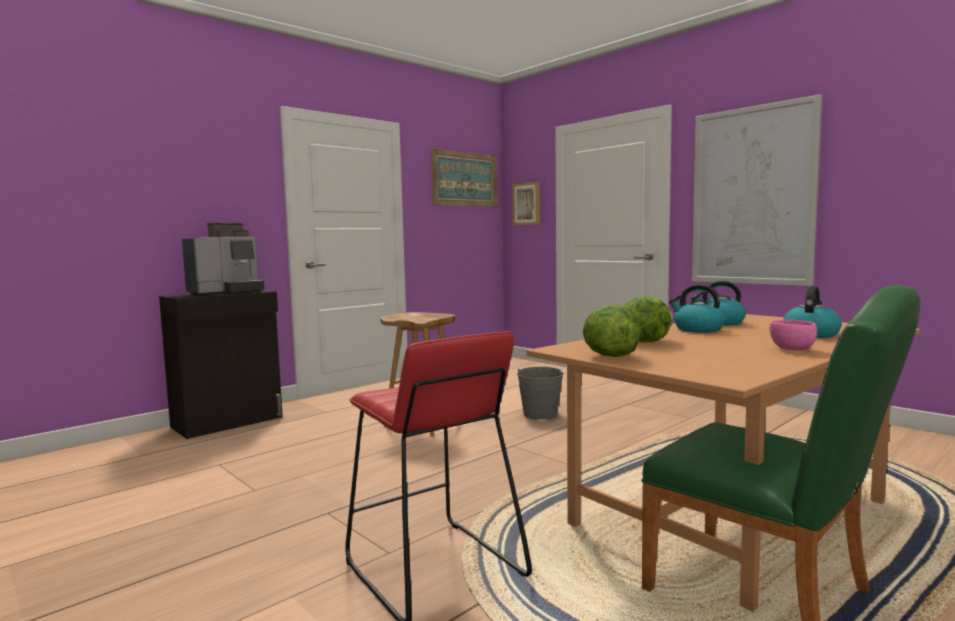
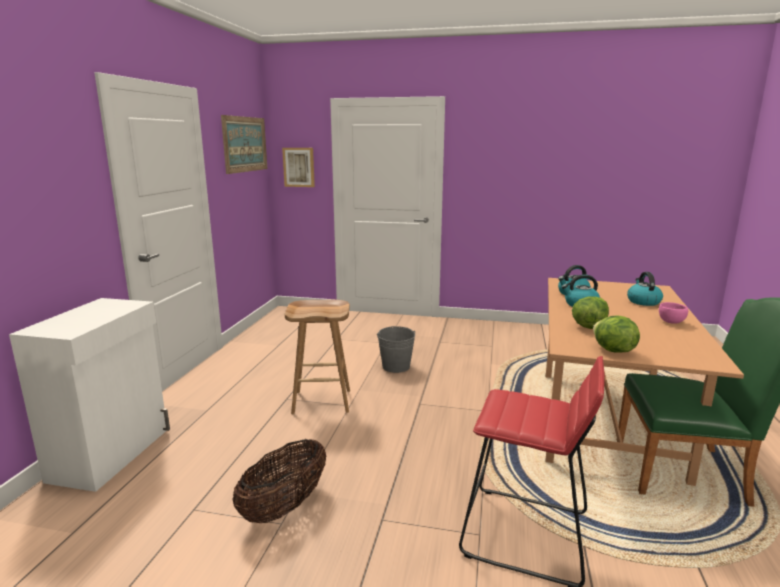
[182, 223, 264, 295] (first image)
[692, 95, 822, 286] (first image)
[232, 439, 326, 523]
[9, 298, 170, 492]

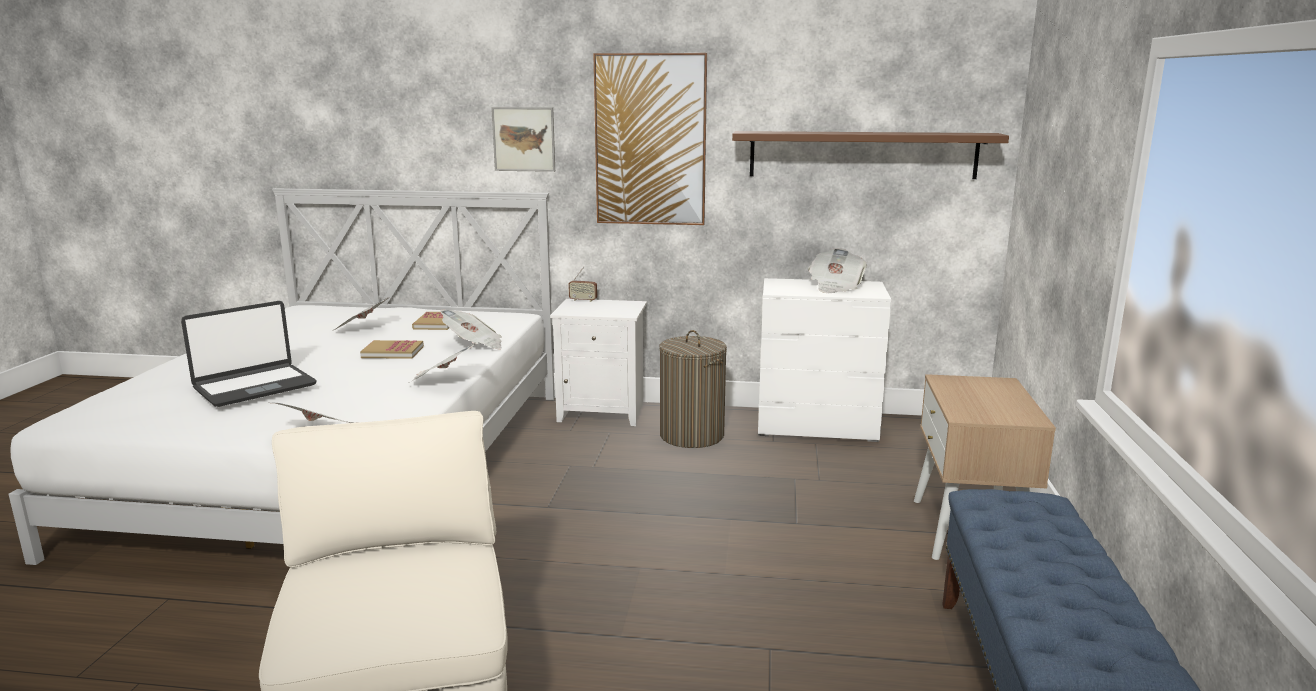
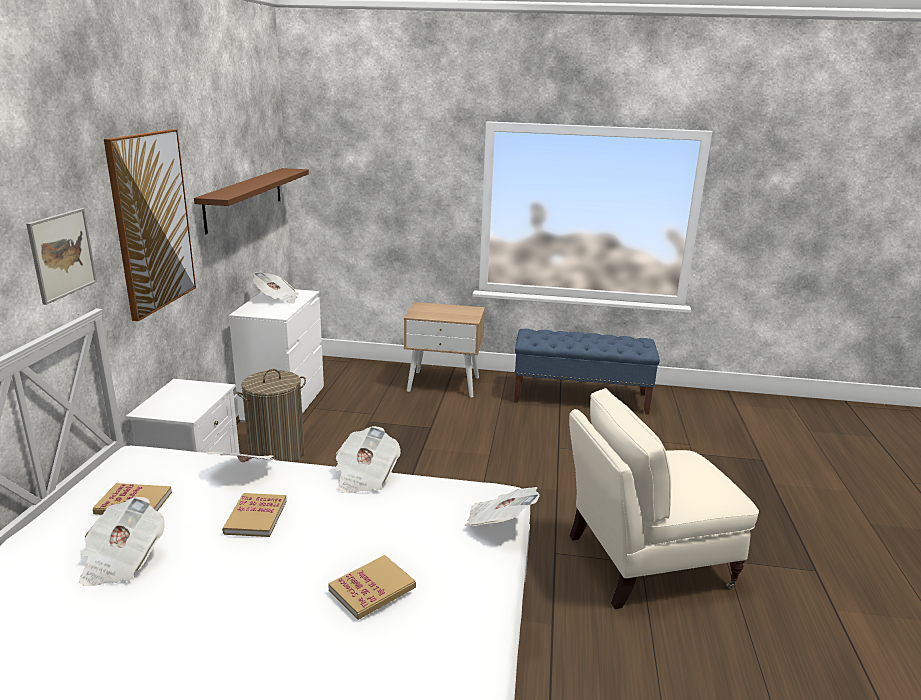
[568, 267, 597, 302] (first image)
[328, 555, 416, 620]

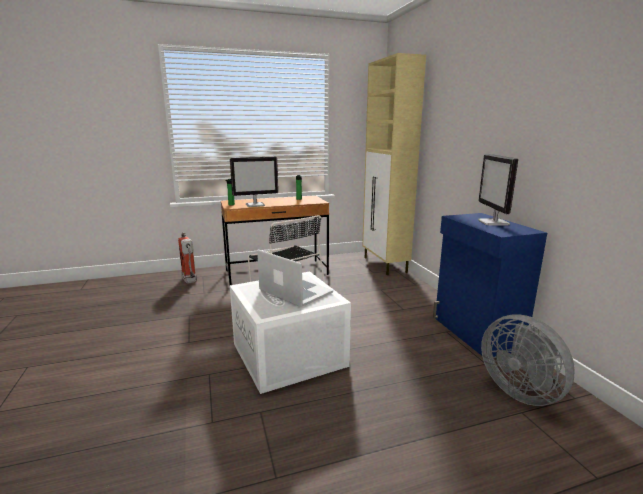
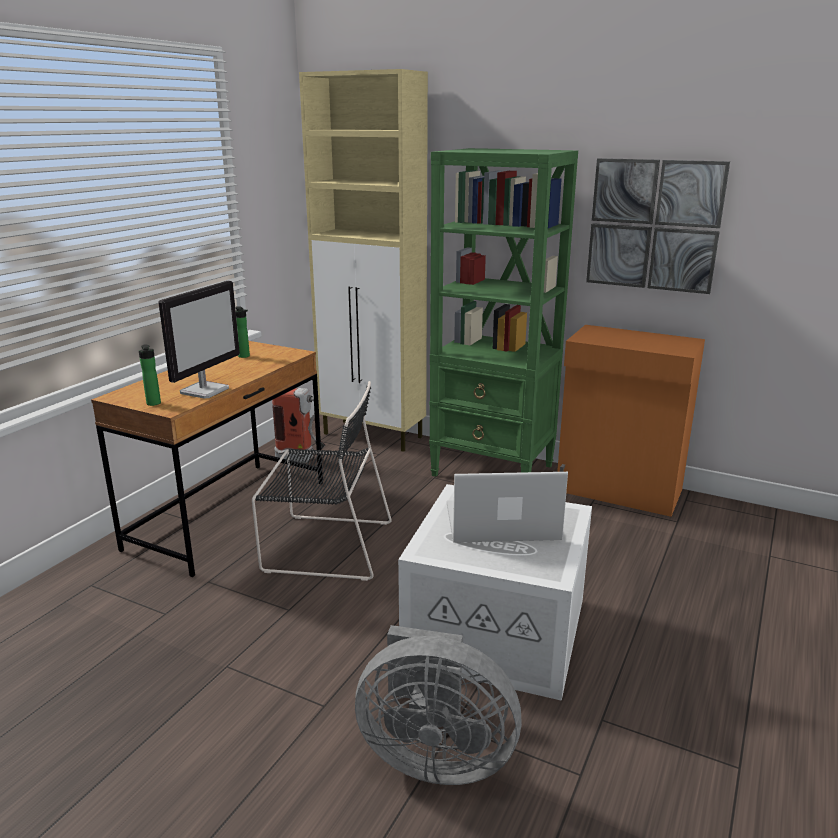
[478, 154, 518, 225] (first image)
[429, 148, 578, 477]
[586, 158, 730, 294]
[272, 388, 325, 463]
[355, 625, 522, 785]
[557, 325, 705, 517]

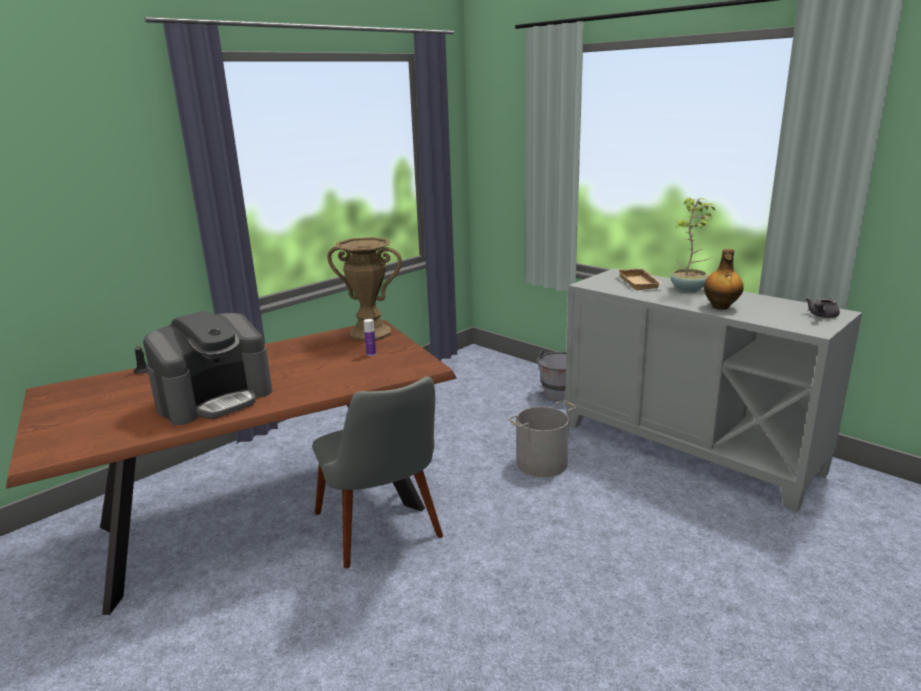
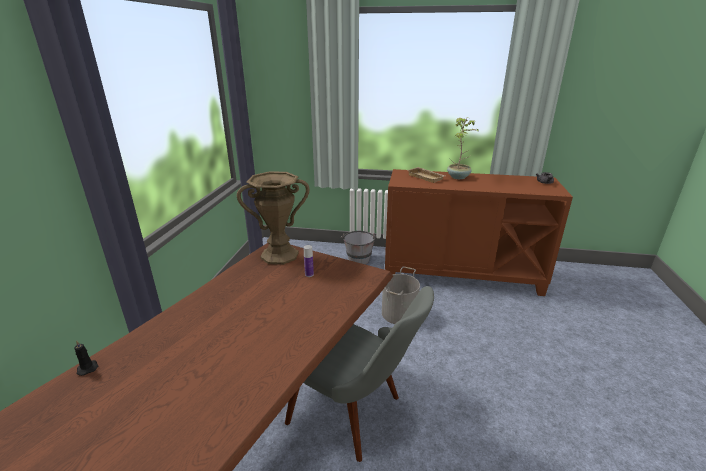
[143, 311, 273, 425] (first image)
[704, 249, 744, 310] (first image)
[385, 169, 573, 296]

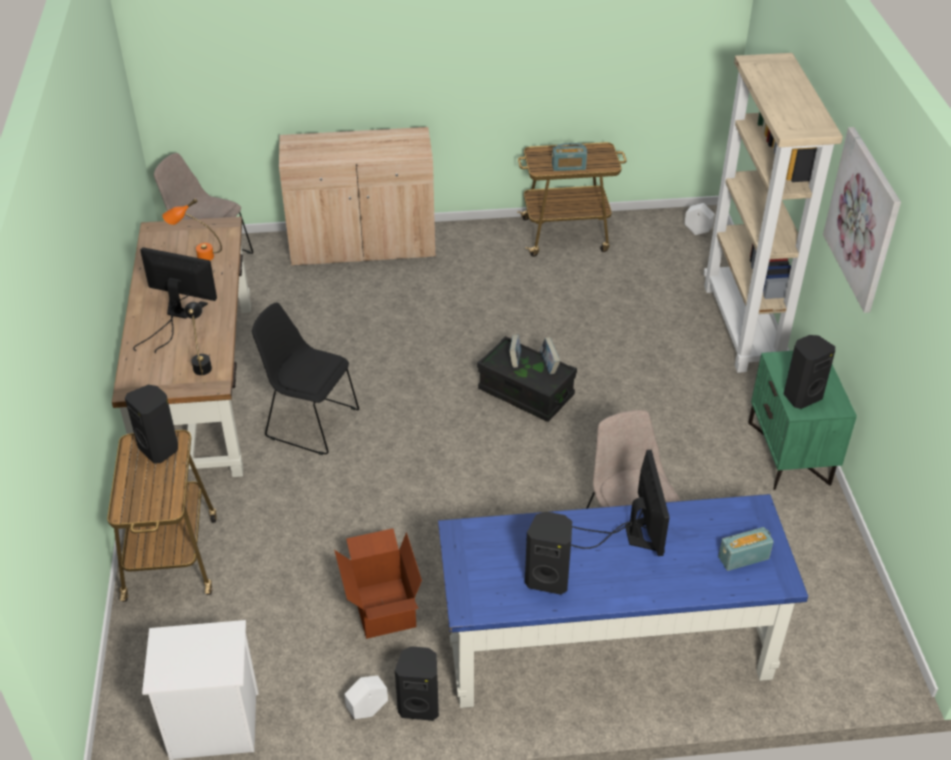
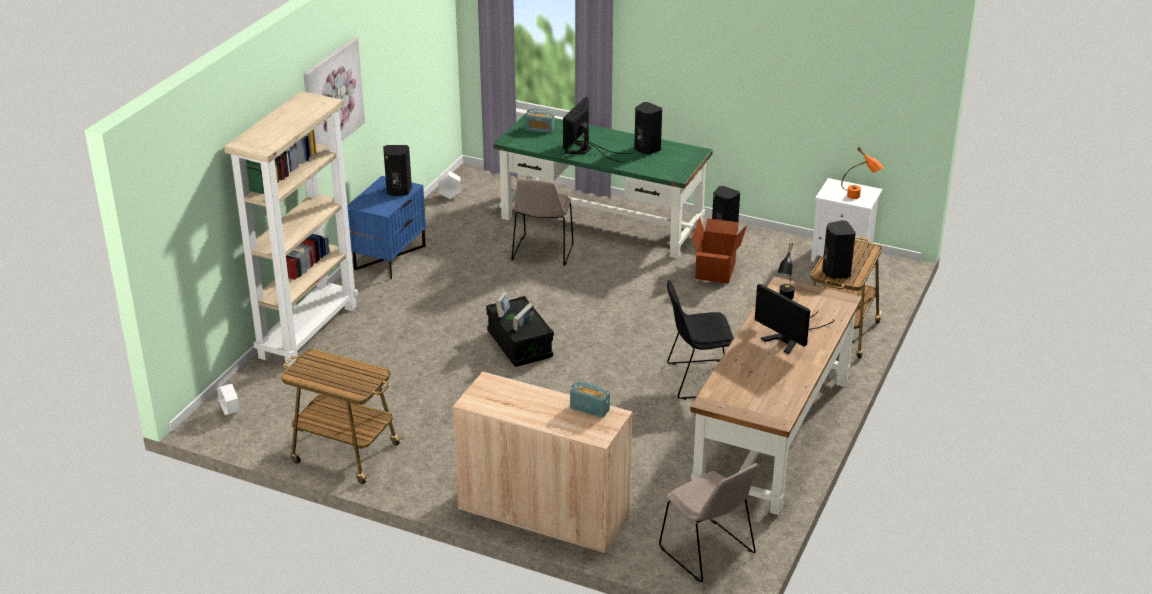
[841, 147, 884, 199]
[438, 171, 461, 199]
[570, 382, 610, 418]
[493, 114, 713, 259]
[347, 176, 426, 279]
[667, 280, 734, 400]

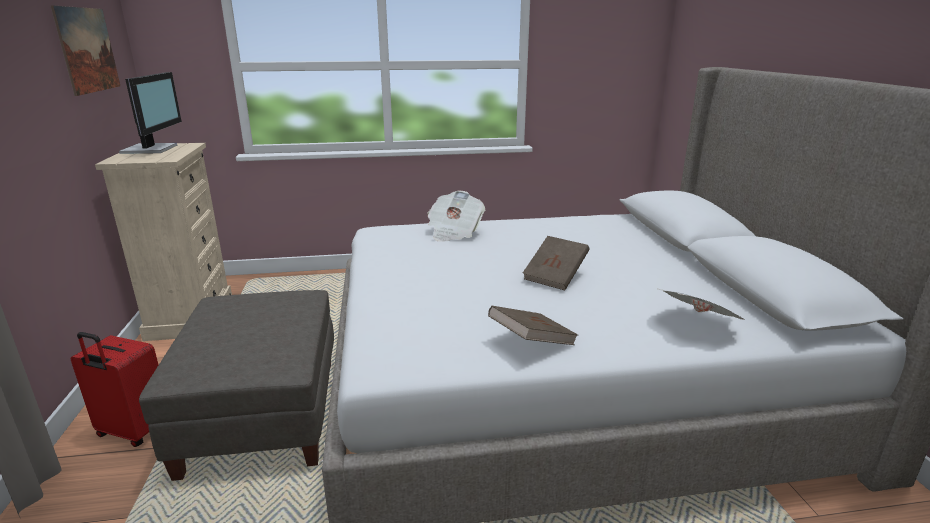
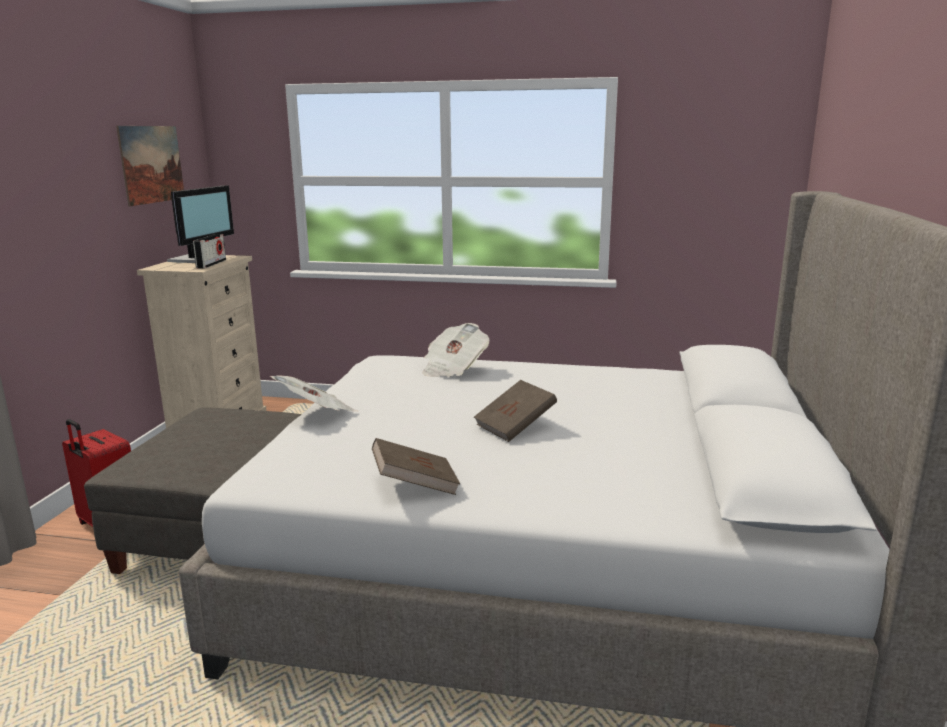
[193, 234, 226, 269]
[270, 376, 358, 412]

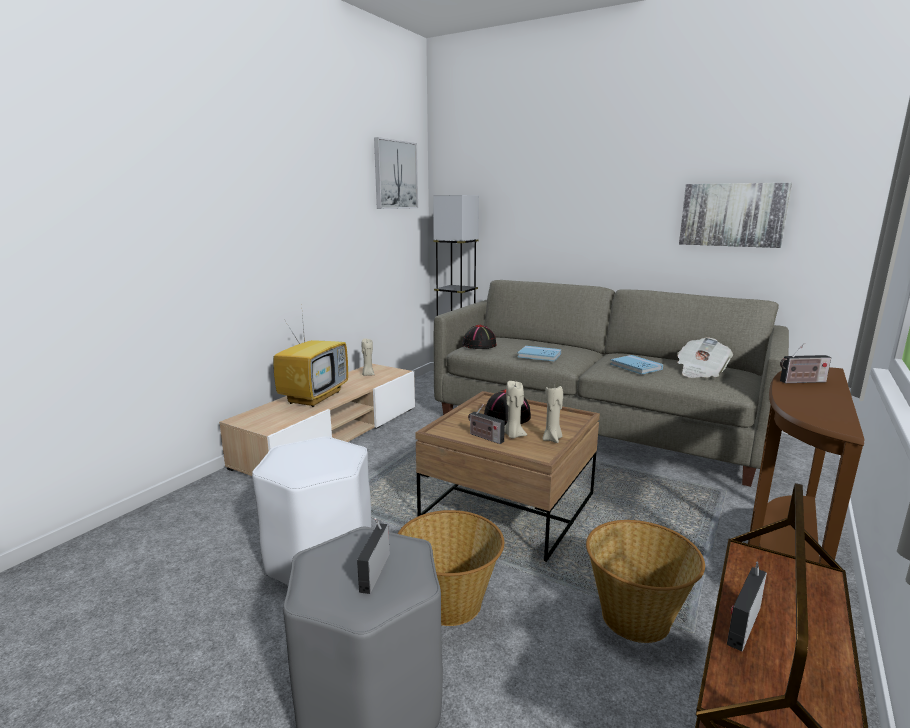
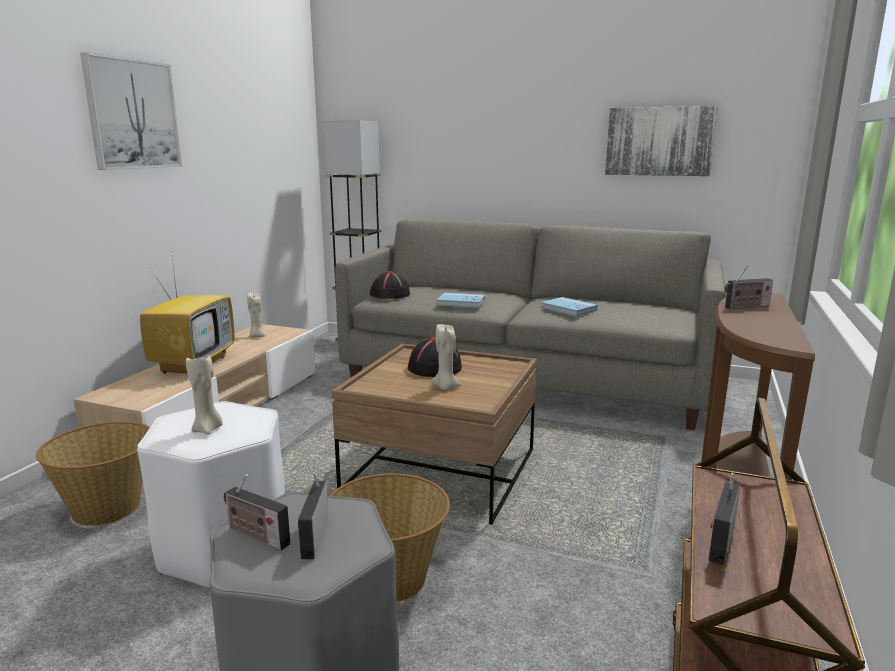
[677, 337, 733, 378] (first image)
[80, 52, 182, 170]
[224, 474, 290, 551]
[186, 355, 223, 435]
[36, 421, 150, 526]

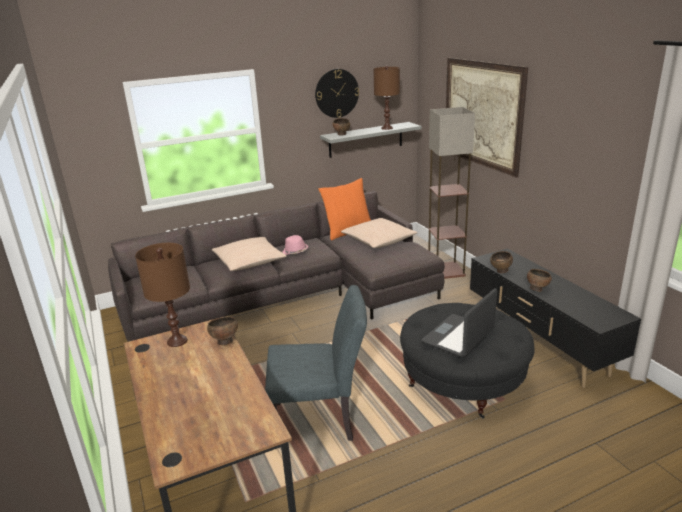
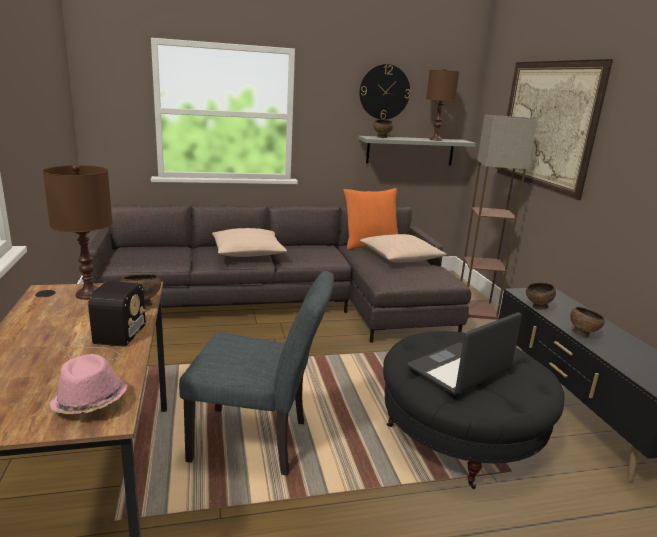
[60, 281, 147, 361]
[49, 354, 127, 414]

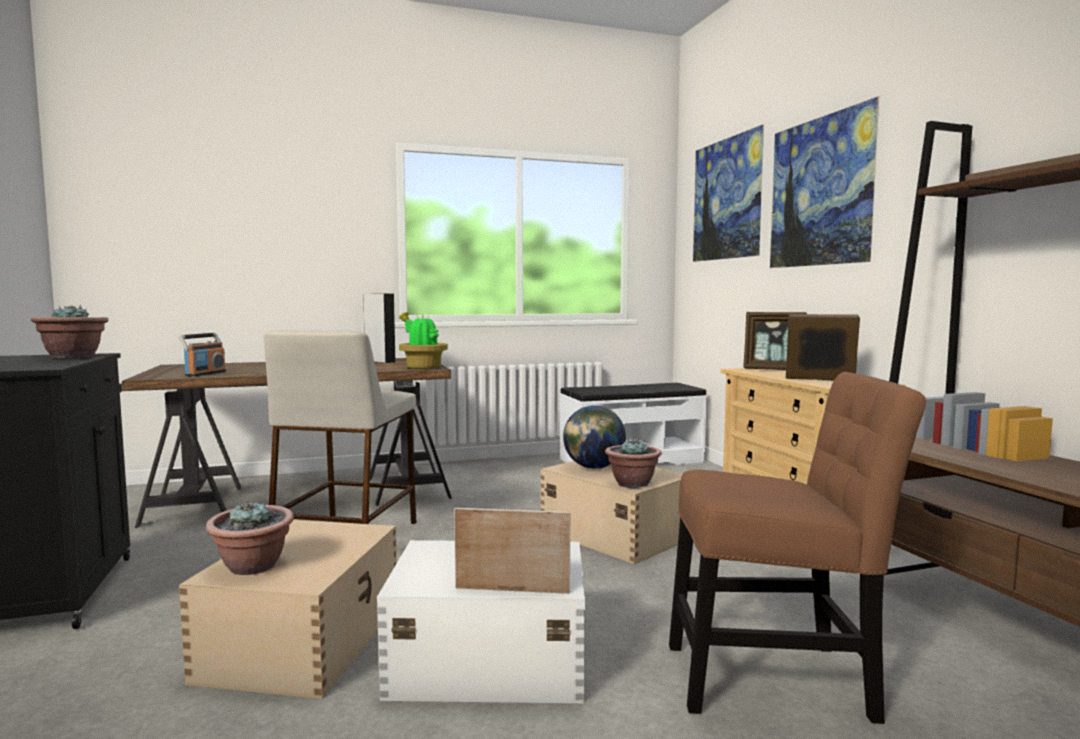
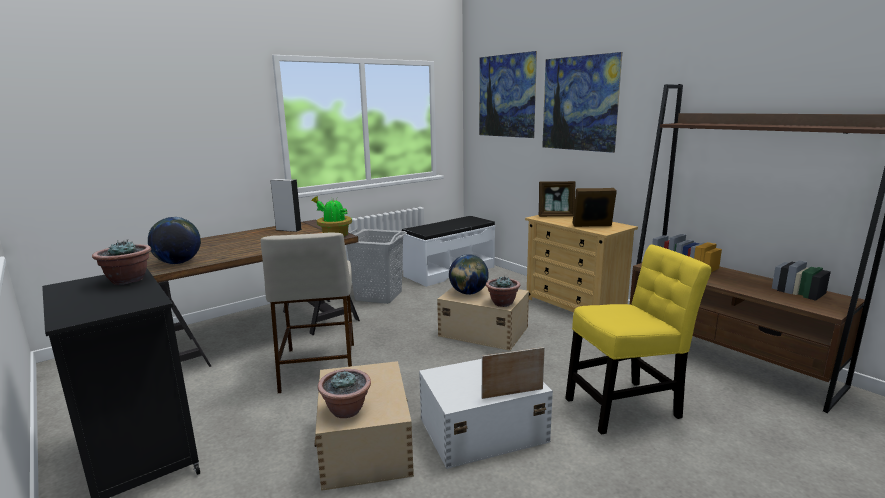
[347, 229, 407, 304]
[148, 217, 201, 264]
[565, 244, 712, 435]

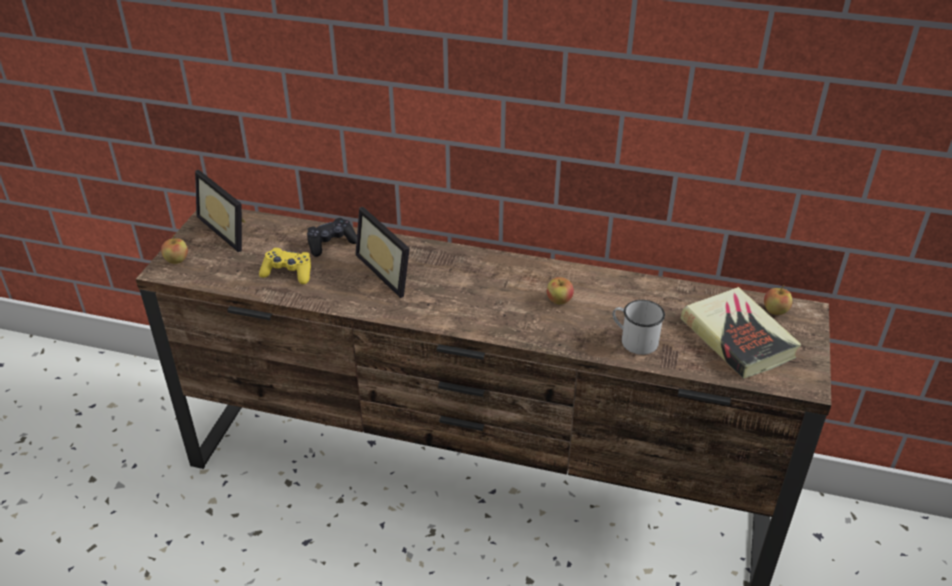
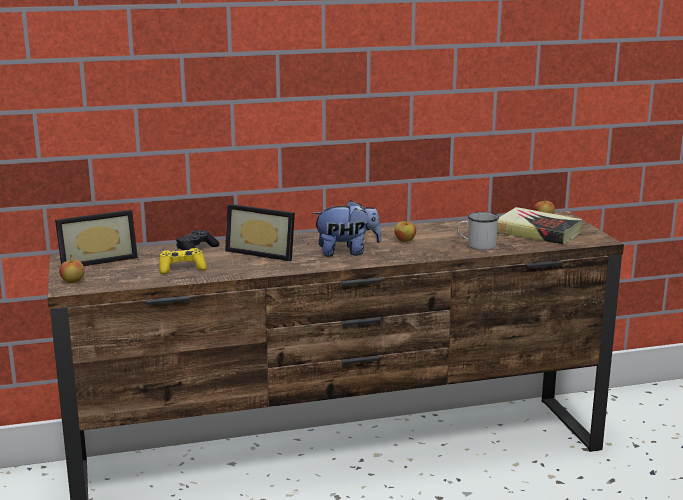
[312, 200, 382, 257]
[55, 210, 138, 266]

